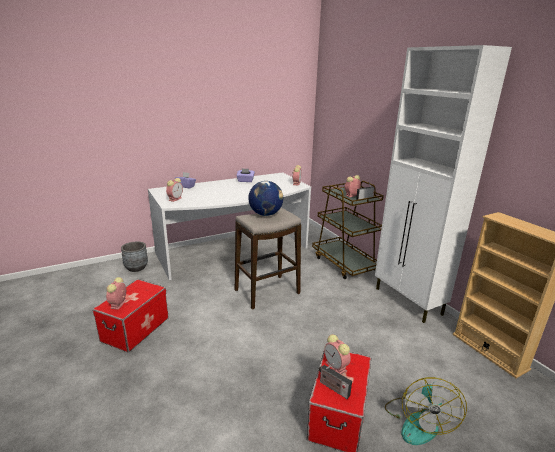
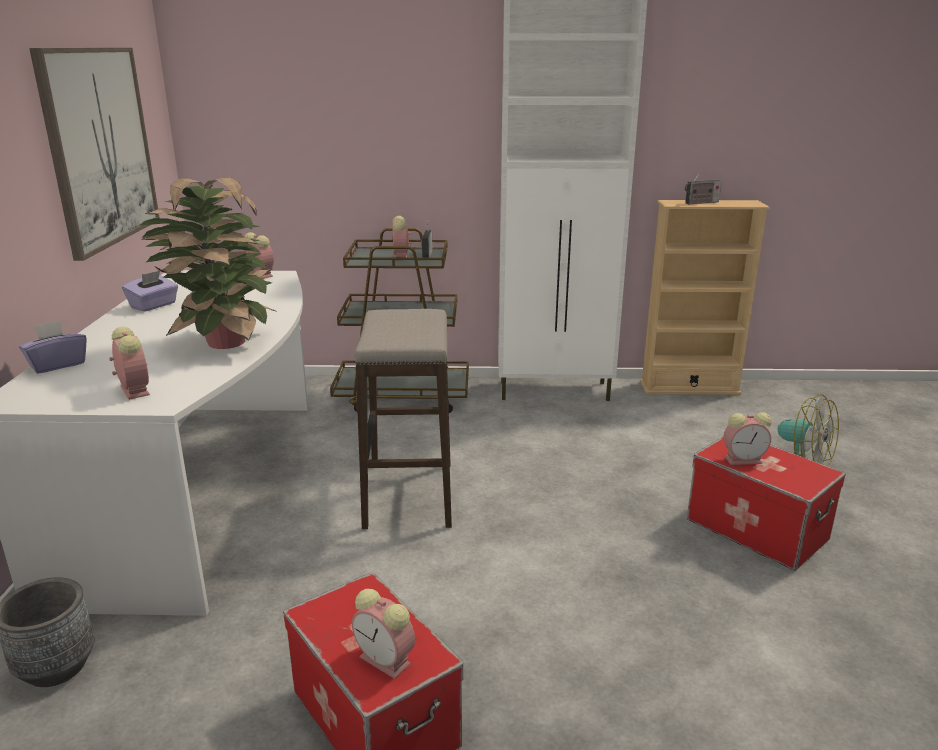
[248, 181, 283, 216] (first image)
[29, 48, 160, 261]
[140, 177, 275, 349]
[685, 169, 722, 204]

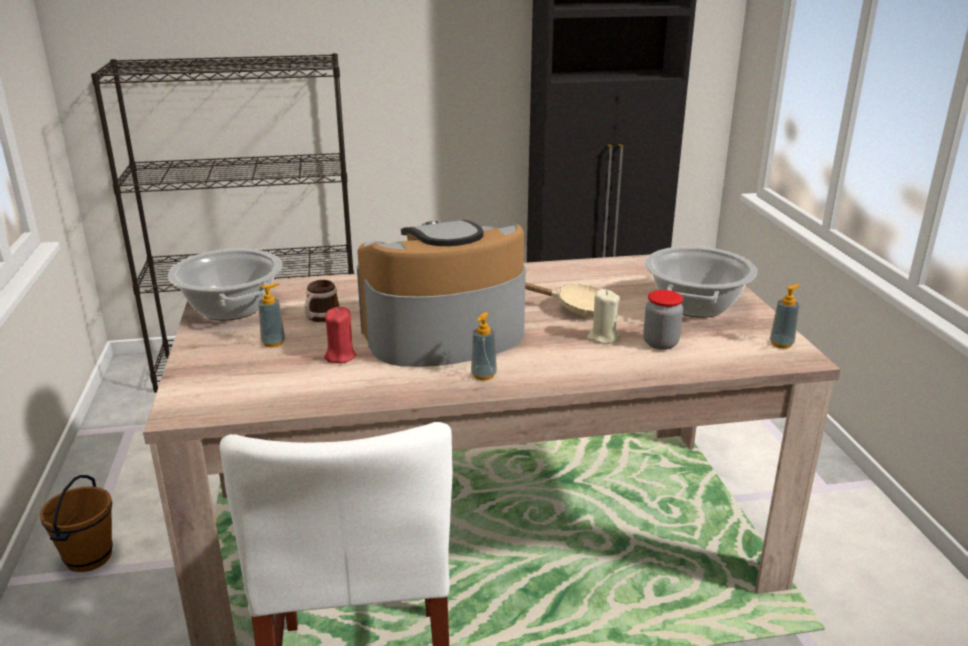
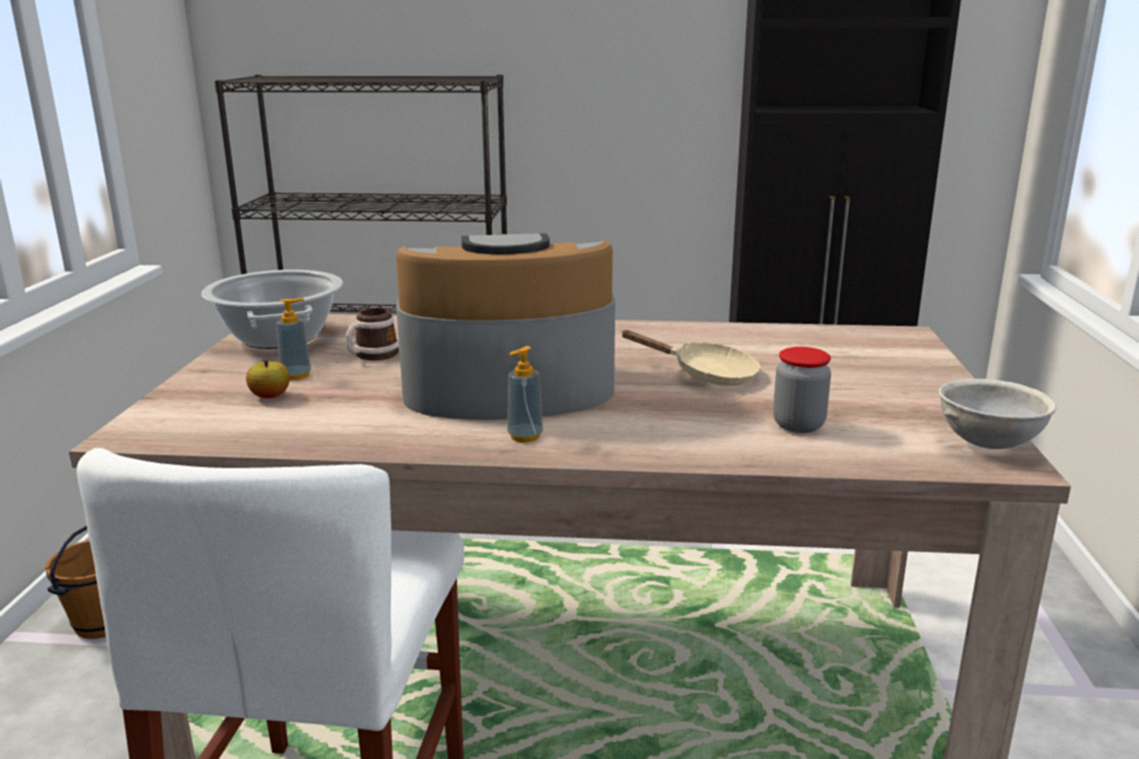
[324, 307, 356, 364] (first image)
[587, 289, 620, 344] (first image)
[645, 246, 757, 318] (first image)
[246, 361, 290, 398]
[939, 379, 1056, 449]

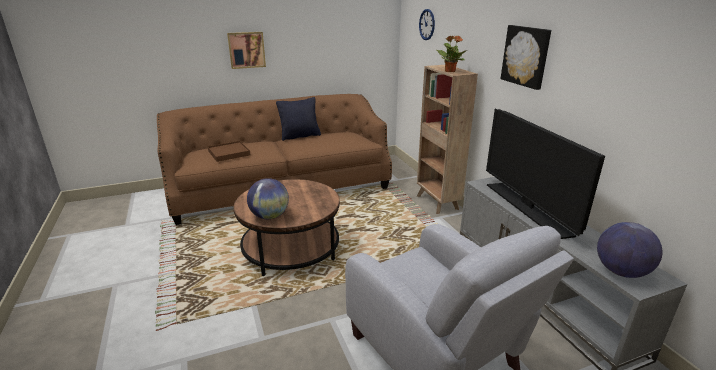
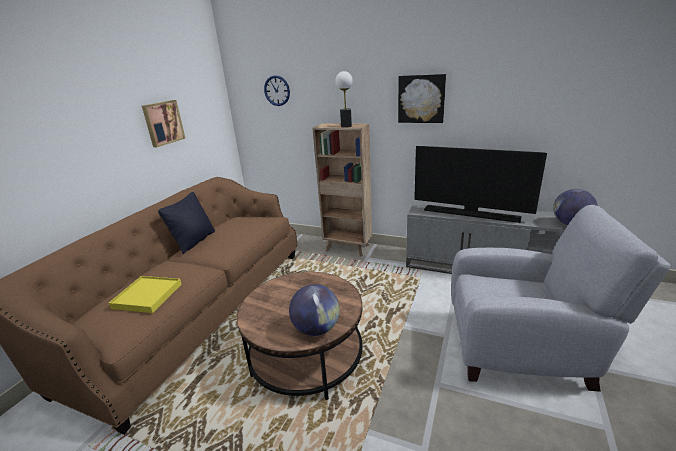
[142, 100, 185, 147]
[335, 71, 353, 128]
[109, 276, 182, 313]

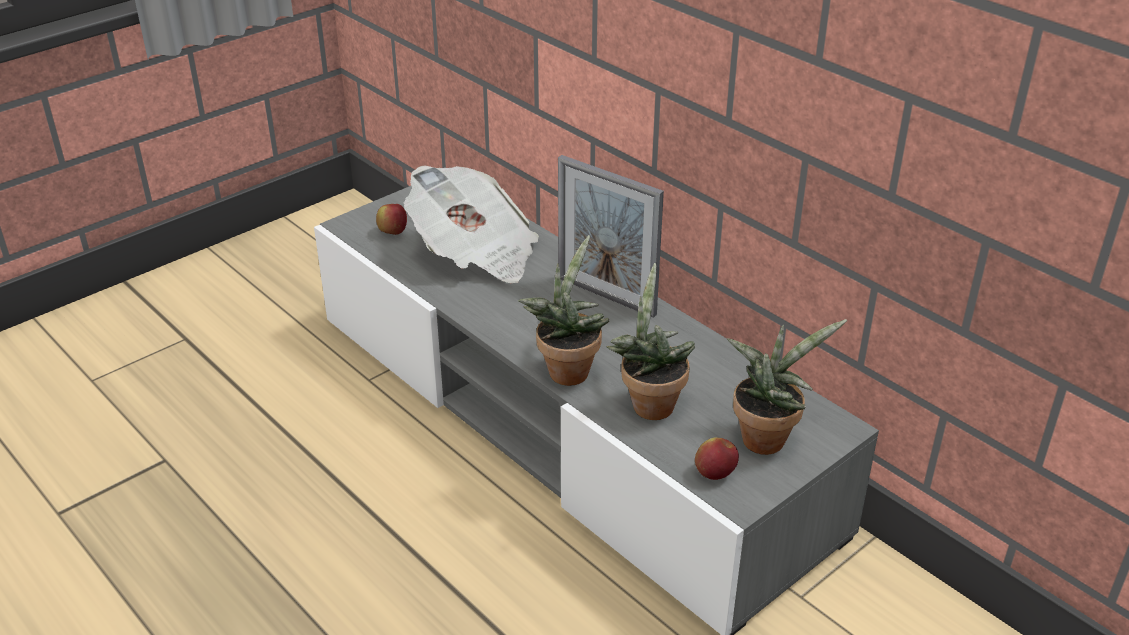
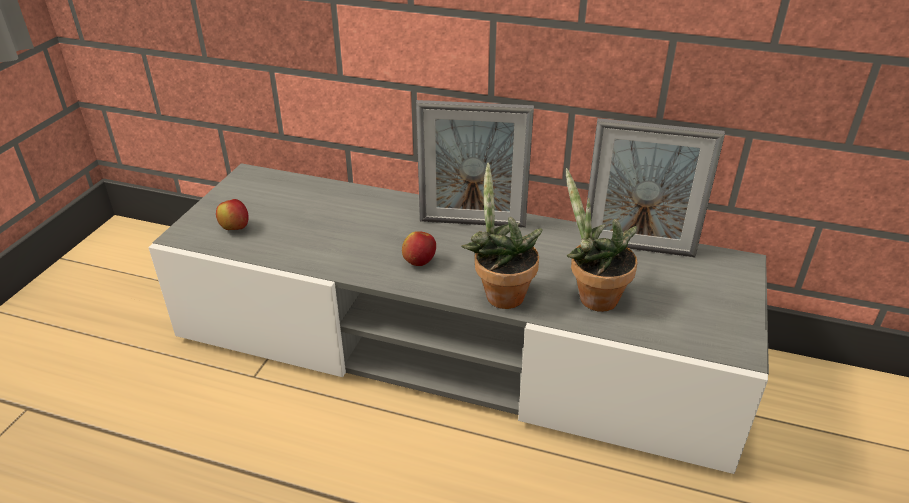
[404, 165, 539, 283] (first image)
[727, 319, 847, 455] (first image)
[585, 118, 725, 257]
[402, 231, 436, 266]

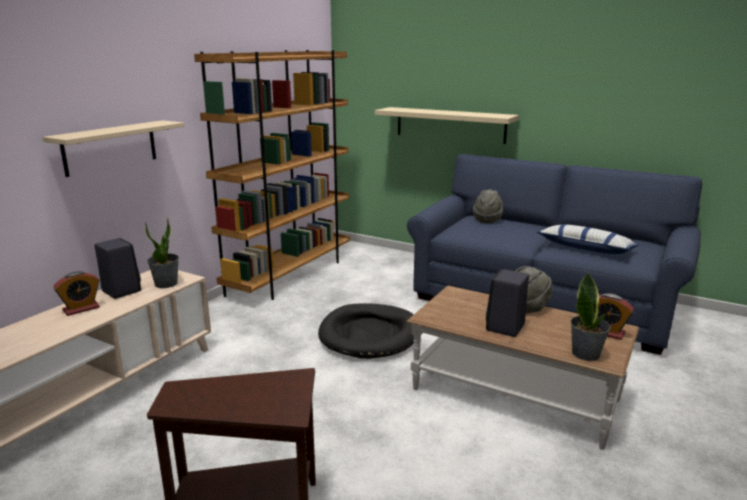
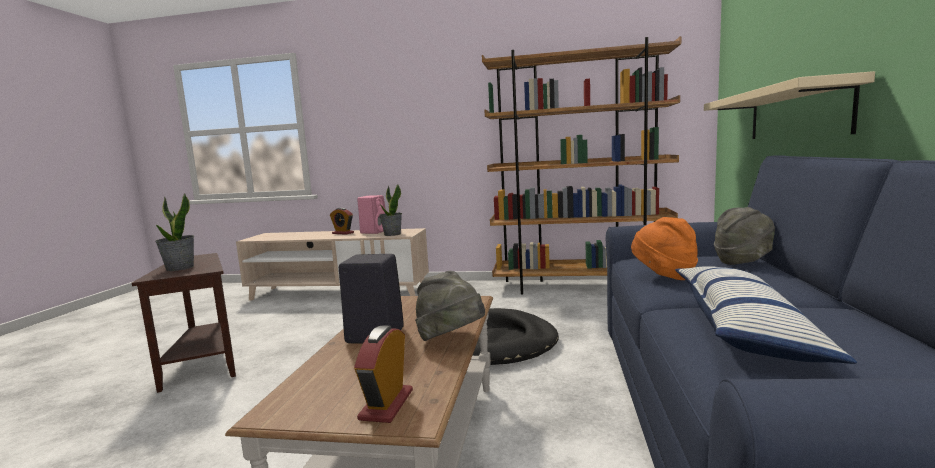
[42, 120, 184, 177] (first image)
[631, 217, 698, 280]
[155, 194, 194, 271]
[357, 195, 386, 234]

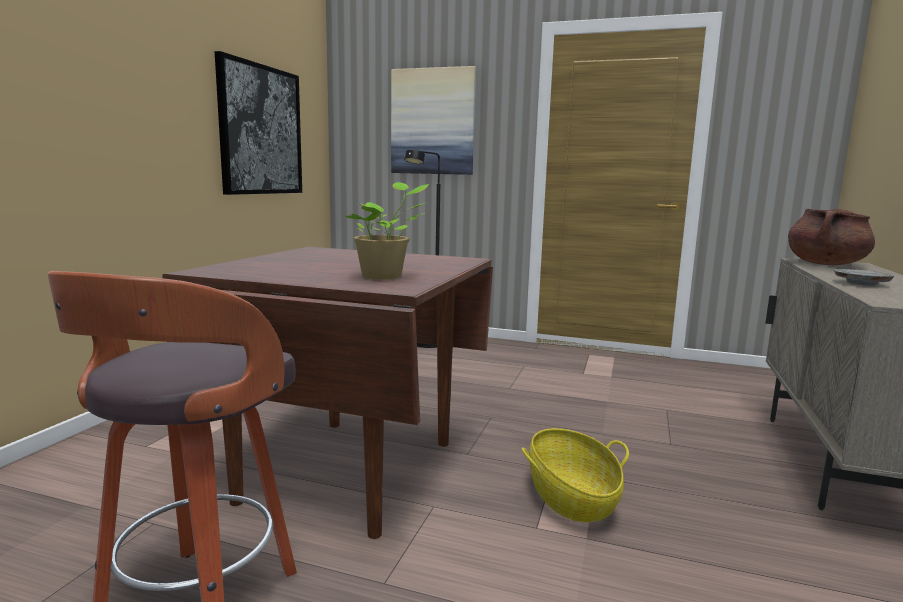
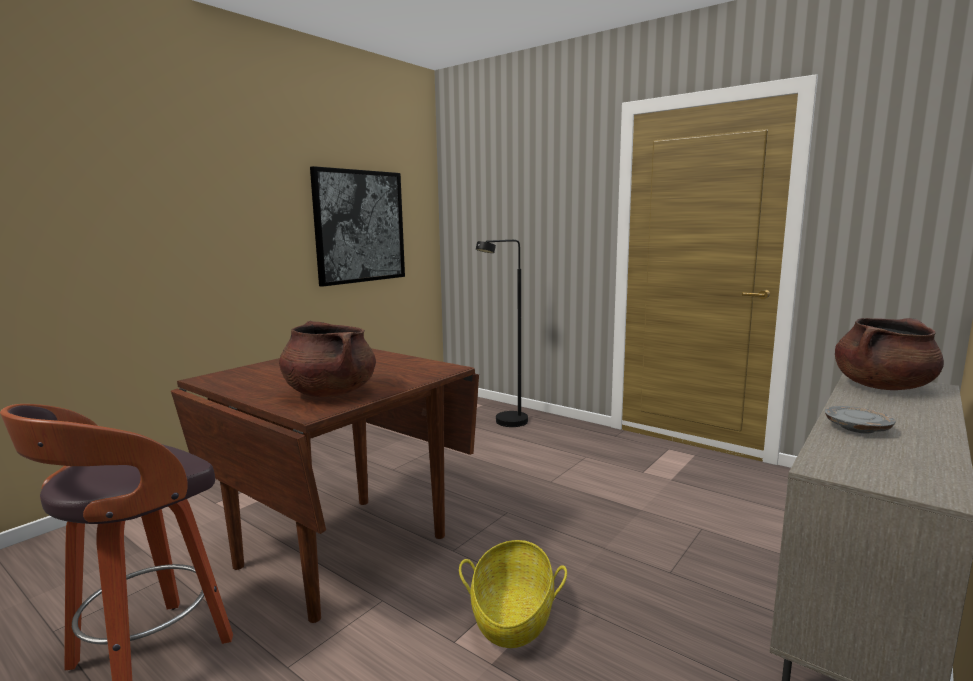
[391, 66, 476, 175] (first image)
[279, 321, 376, 397]

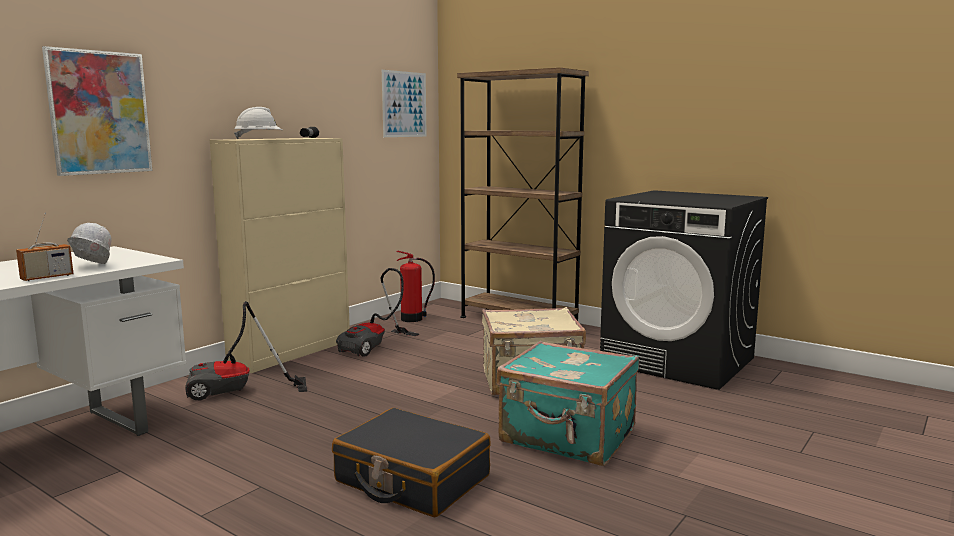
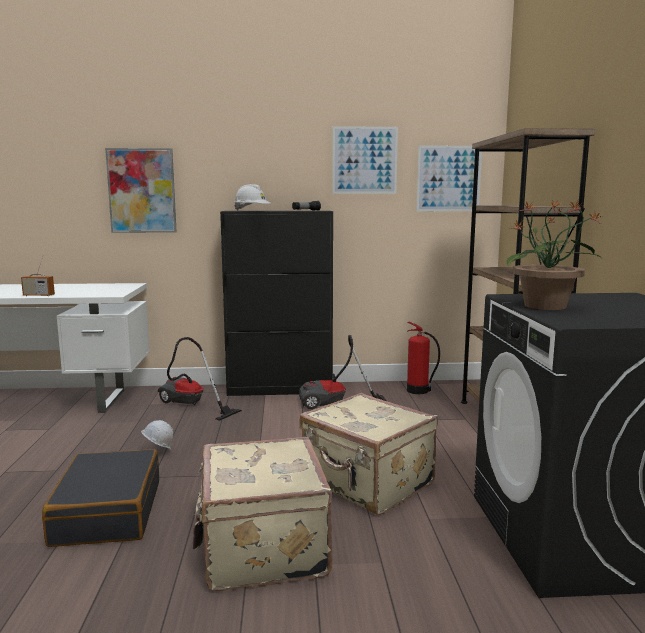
[332, 126, 398, 194]
[507, 199, 603, 310]
[141, 420, 173, 450]
[220, 211, 333, 396]
[193, 437, 332, 591]

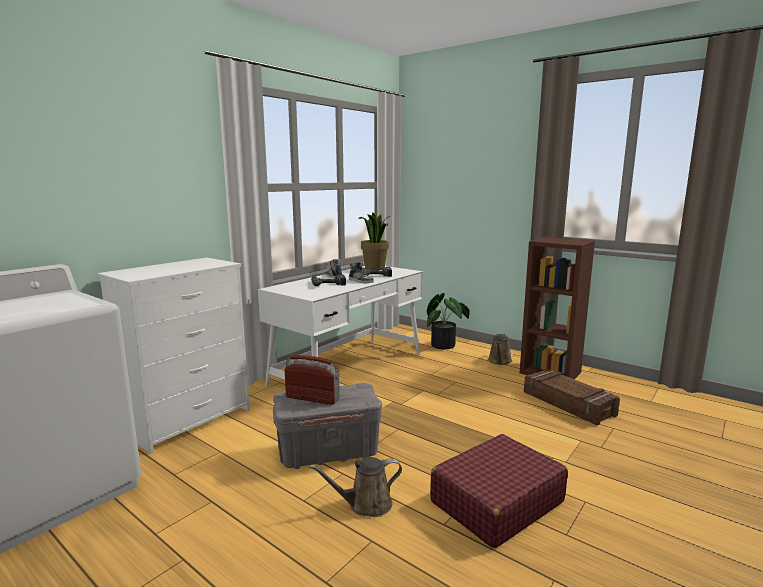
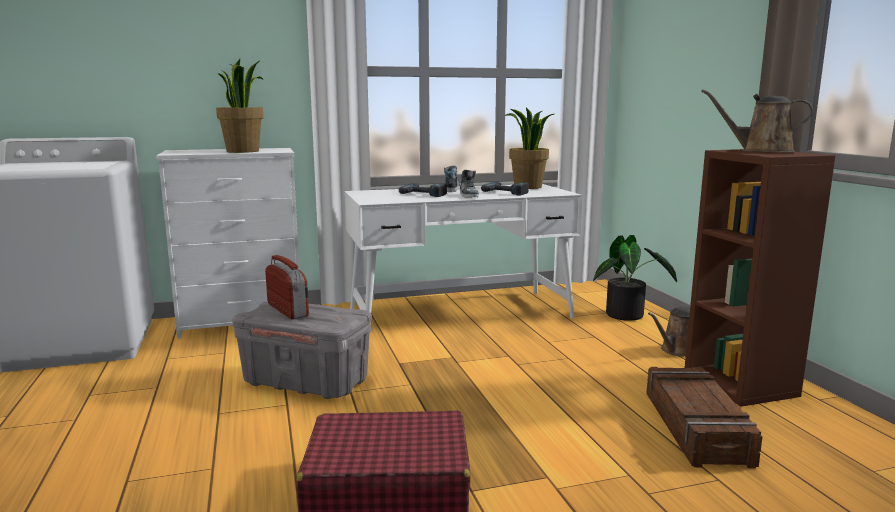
[216, 59, 264, 153]
[701, 89, 813, 152]

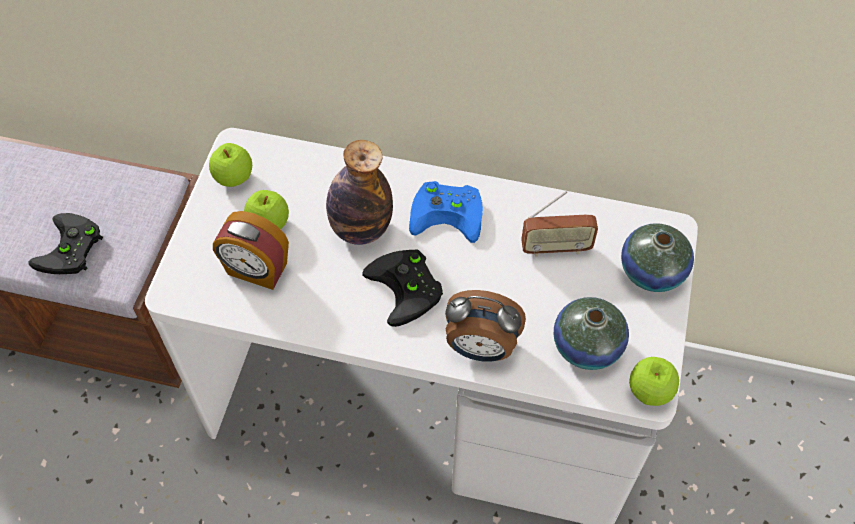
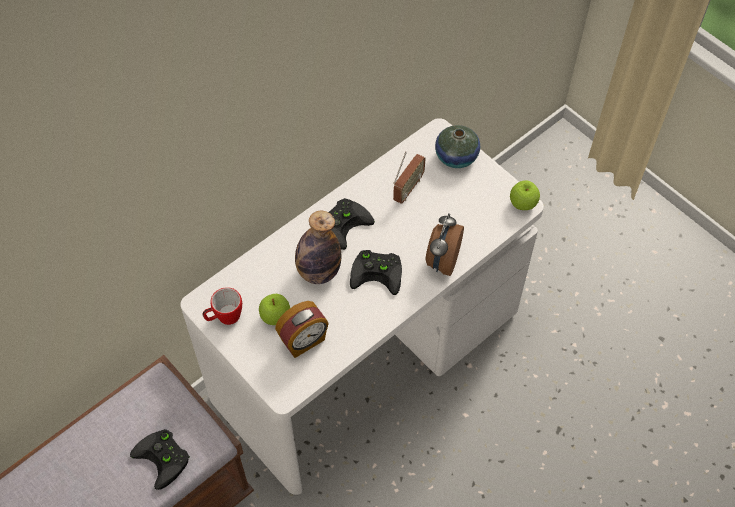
[554, 297, 629, 370] (first image)
[203, 287, 242, 325]
[329, 198, 375, 250]
[426, 213, 464, 276]

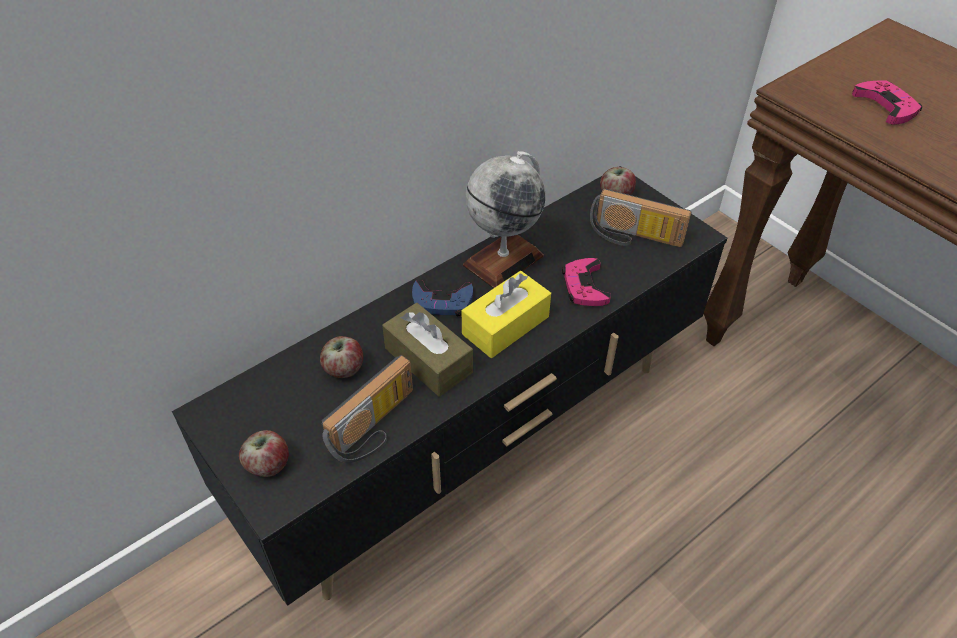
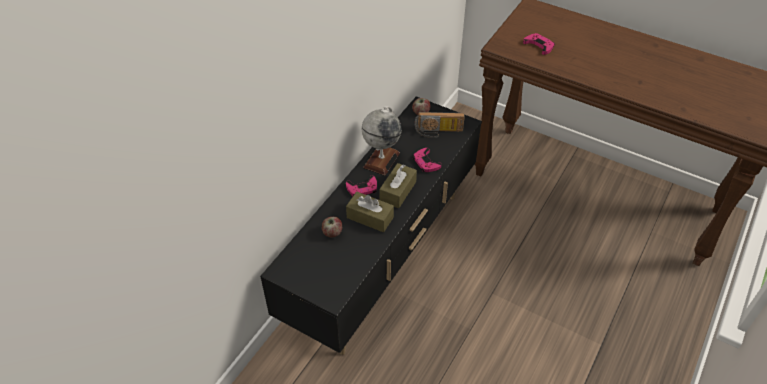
[239, 430, 289, 477] (first image)
[322, 355, 413, 463] (first image)
[346, 176, 377, 196]
[379, 163, 417, 208]

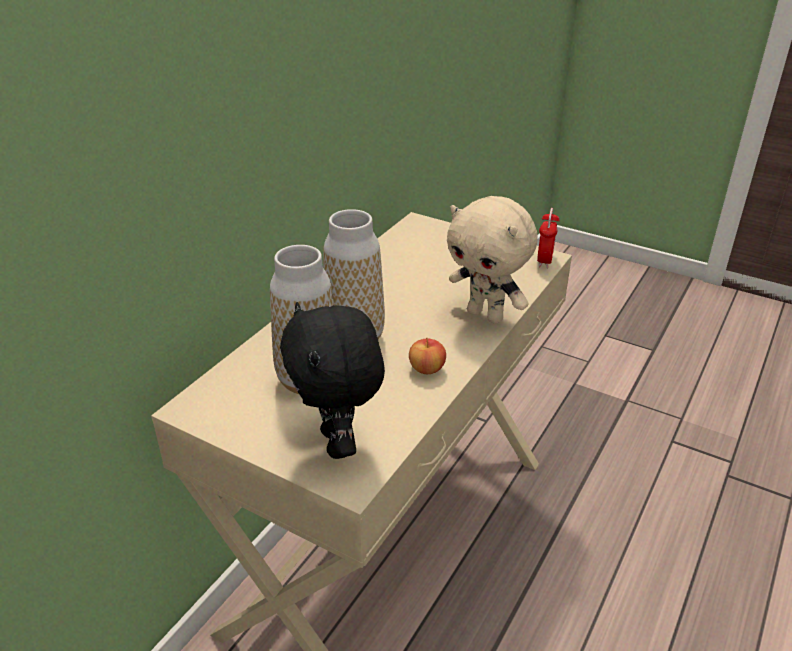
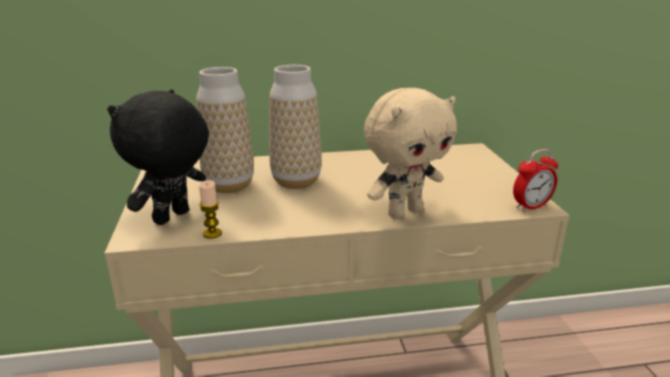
[409, 338, 446, 374] (first image)
[199, 180, 222, 239]
[364, 88, 457, 219]

